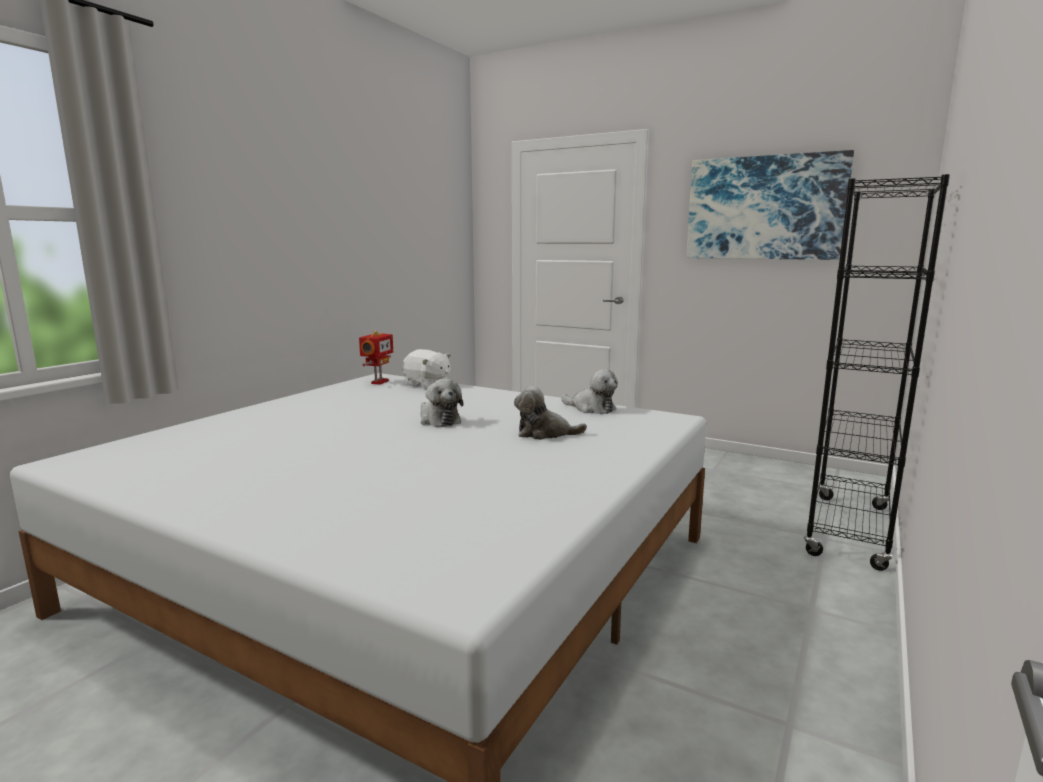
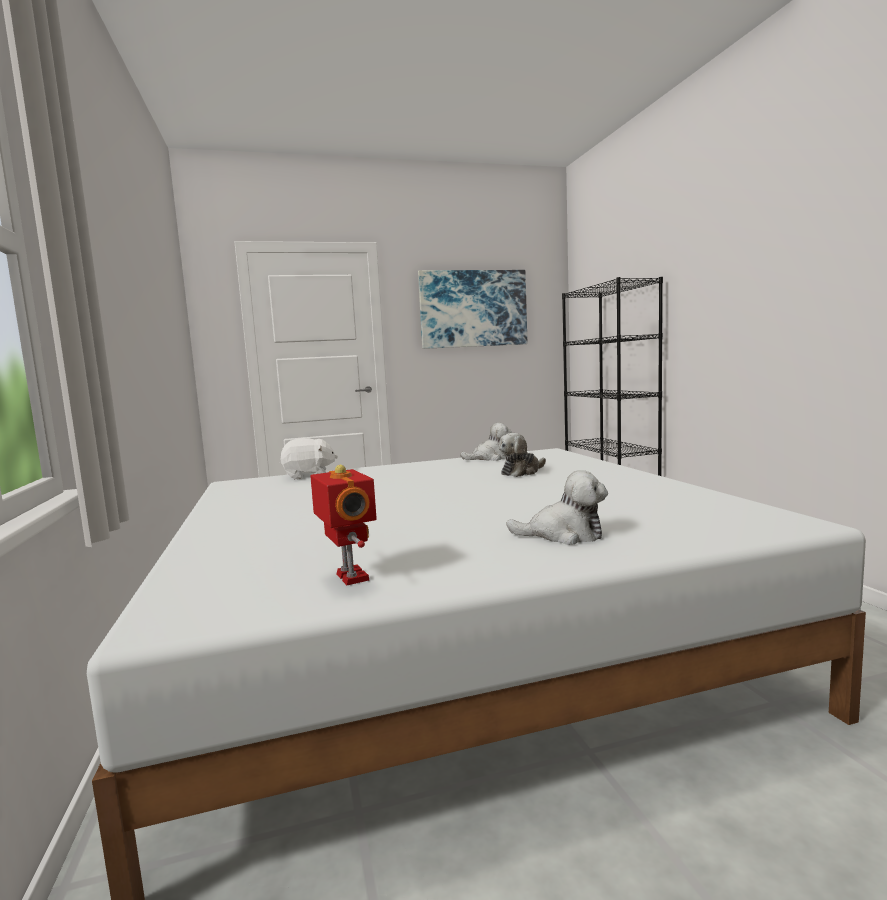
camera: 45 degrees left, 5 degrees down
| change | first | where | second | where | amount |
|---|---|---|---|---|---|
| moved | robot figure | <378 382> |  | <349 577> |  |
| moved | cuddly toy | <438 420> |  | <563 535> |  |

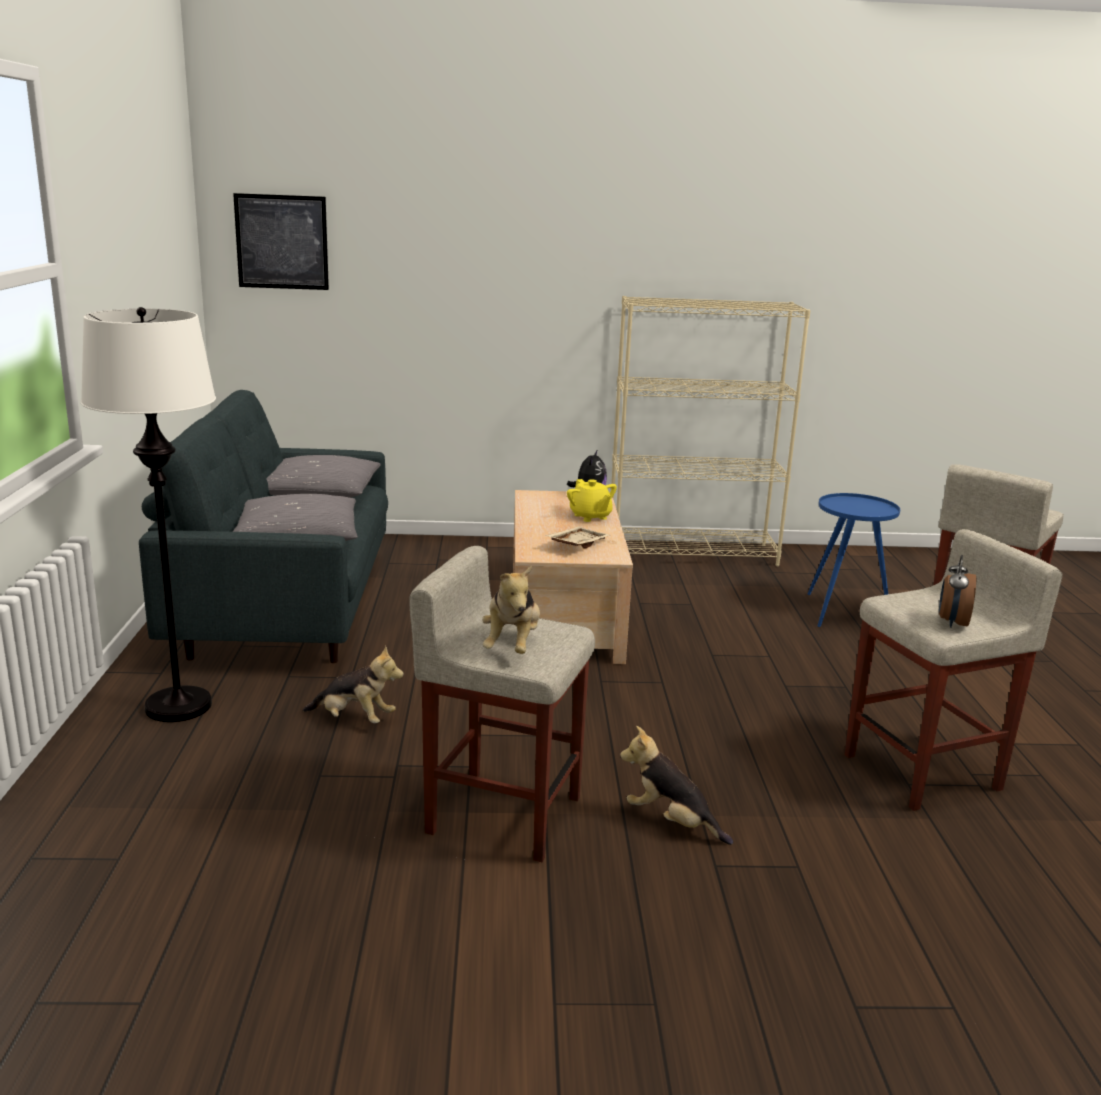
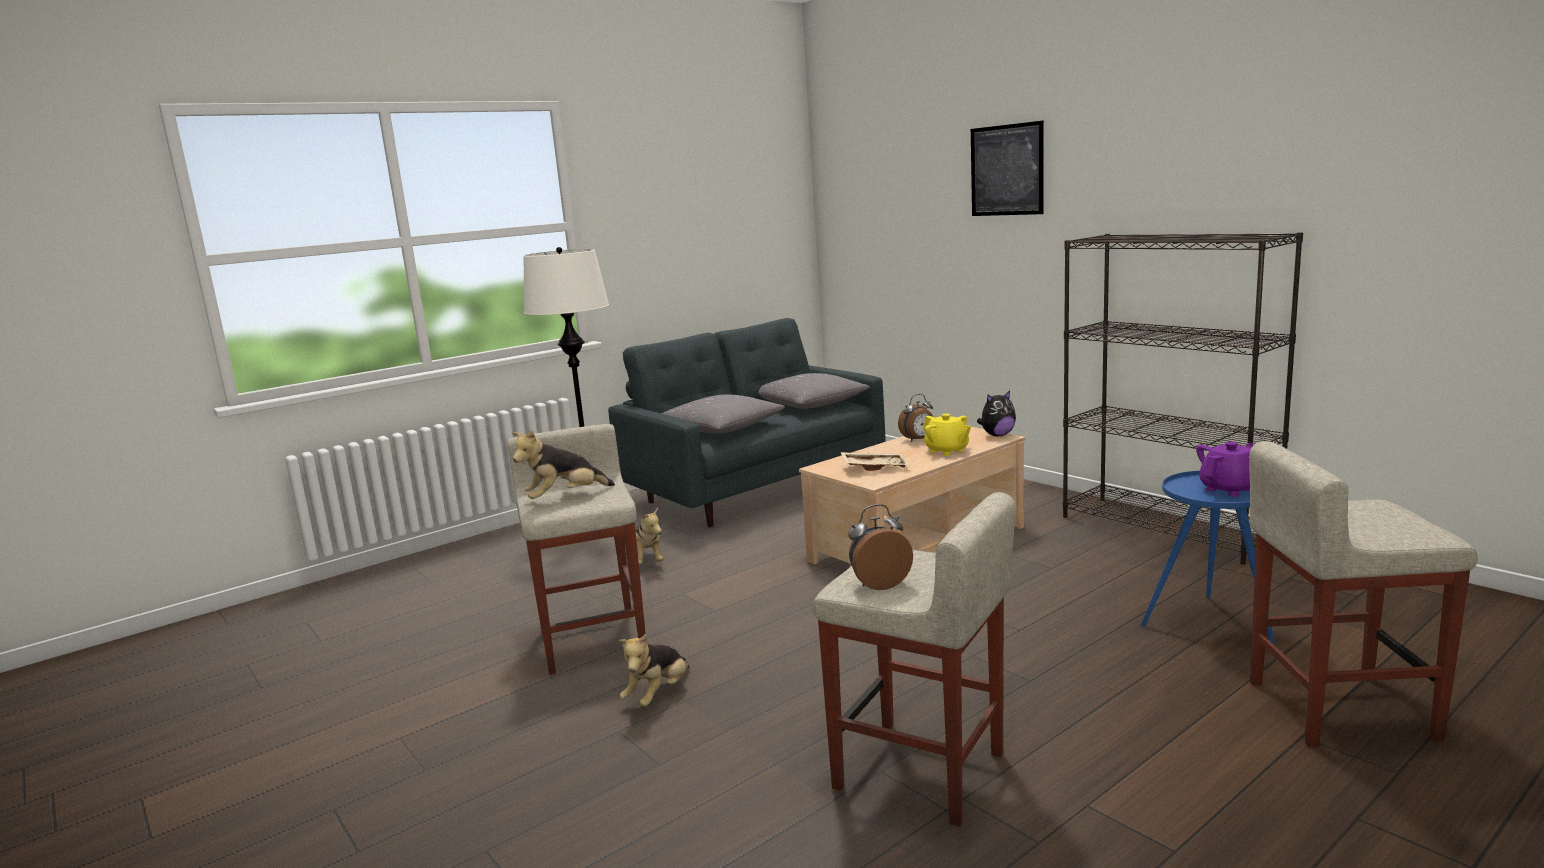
camera: 55 degrees right, 5 degrees down
| change | first | where | second | where | amount |
|---|---|---|---|---|---|
| added |  |  | alarm clock | <918 440> |  |
| added |  |  | teapot in purplish | <1229 489> |  |
| moved | picture | <282 242> |  | <1006 170> |  |
| recoloured | bookshelf in sand-coloured | <692 553> | bookshelf in blackish | <1167 528> |  |
| turned | teapot in yellowish | <590 517> |  | <946 451> | 60 degrees counterclockwise |
| turned | cuddly toy | <671 822> |  | <658 695> | 150 degrees counterclockwise |

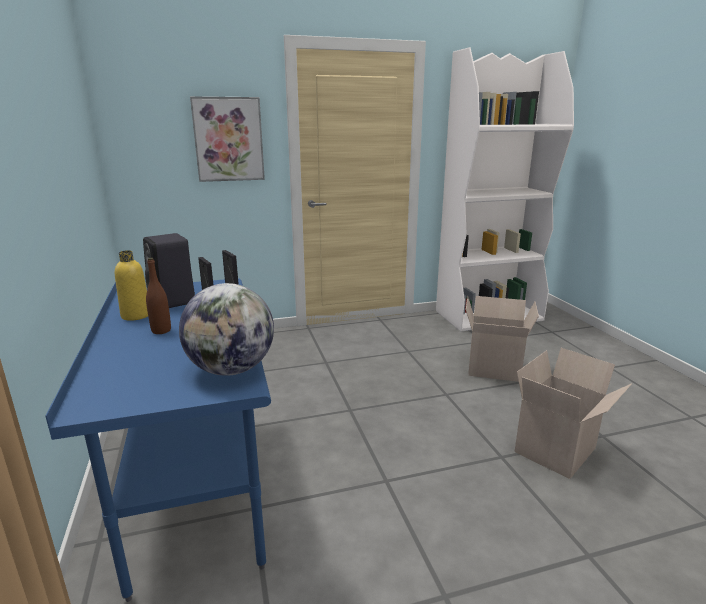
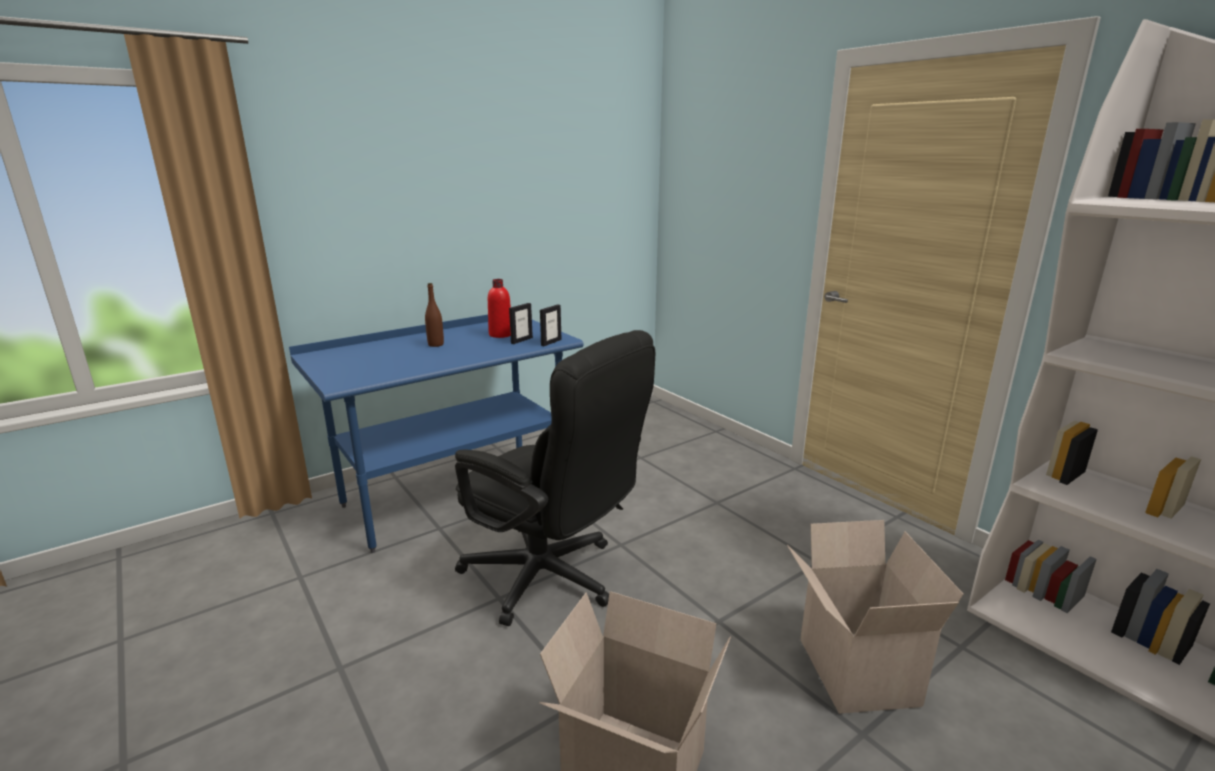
camera: 70 degrees right, 0 degrees up
| change | first | where | second | where | amount |
|---|---|---|---|---|---|
| removed | bottle in yellowish | <136 315> |  |  |  |
| removed | world globe | <231 369> |  |  |  |
| removed | picture | <228 139> |  |  |  |
| added |  |  | desk chair in blackish | <552 580> |  |
| replaced | speaker in blackish | <173 301> | bottle in red-coloured | <501 334> |  |

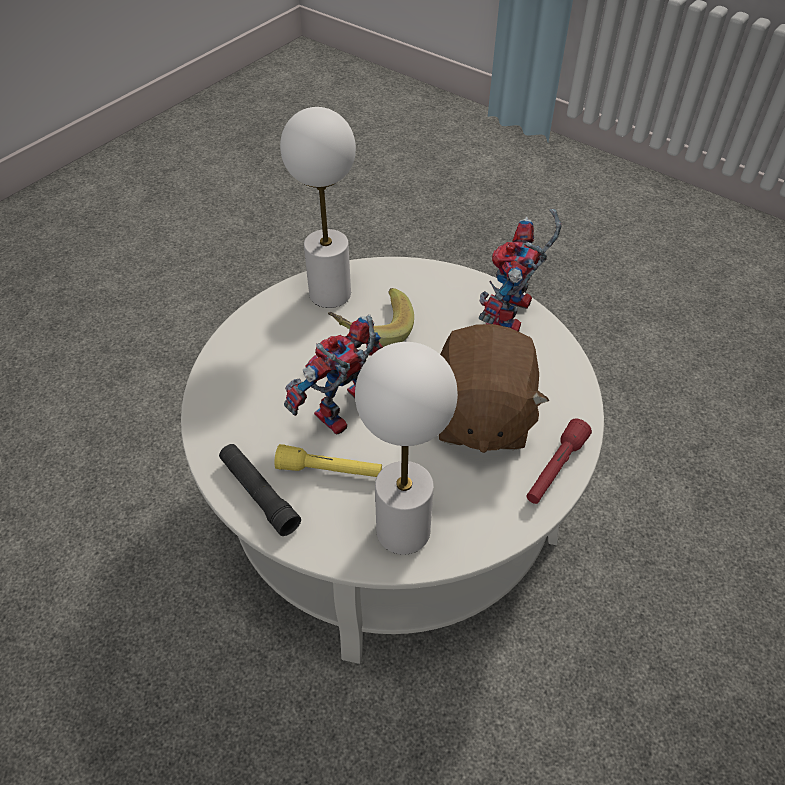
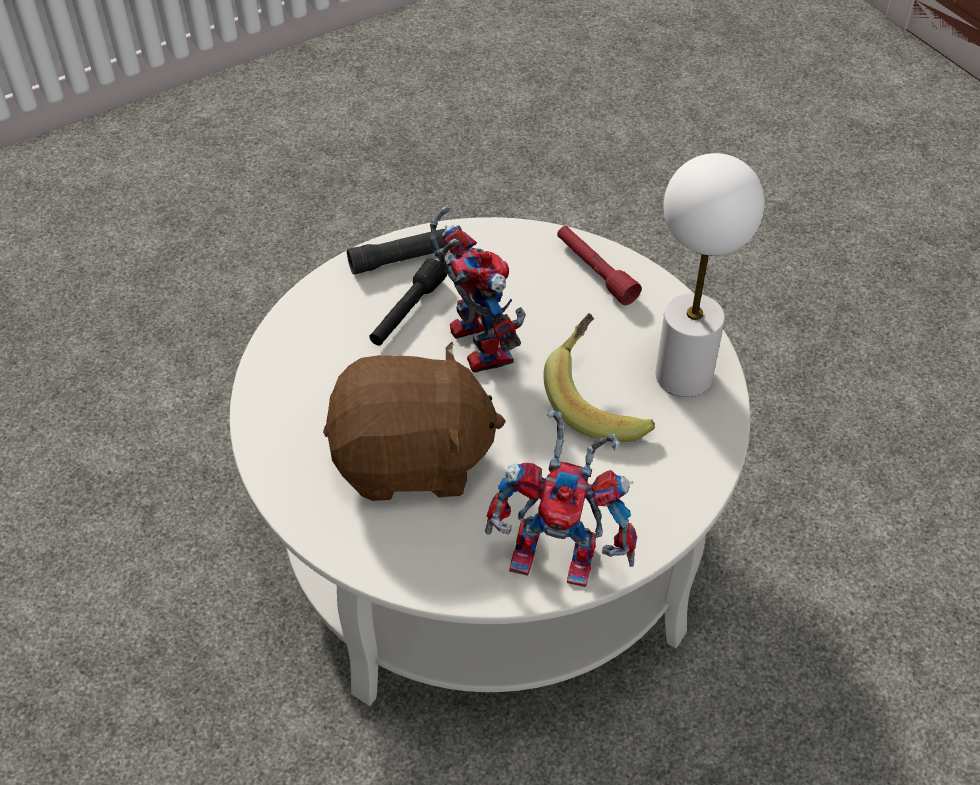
camera: 110 degrees right, 0 degrees up
| change | first | where | second | where | amount |
|---|---|---|---|---|---|
| removed | tabletop lamp in white-coloured | <404 530> |  |  |  |
| moved | hand torch in red-coloured | <555 469> |  | <595 271> |  |
| recoloured | hand torch in yellowish | <329 470> | hand torch in blackish | <407 312> |  |
| turned | cuddly toy in brown-coloured | <481 416> |  | <412 460> | 150 degrees clockwise |
| turned | robot figure | <511 318> |  | <562 555> | 150 degrees clockwise |

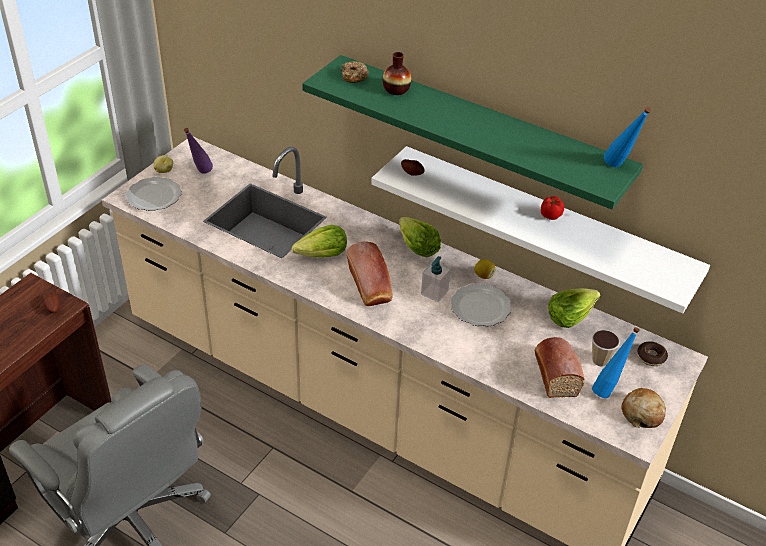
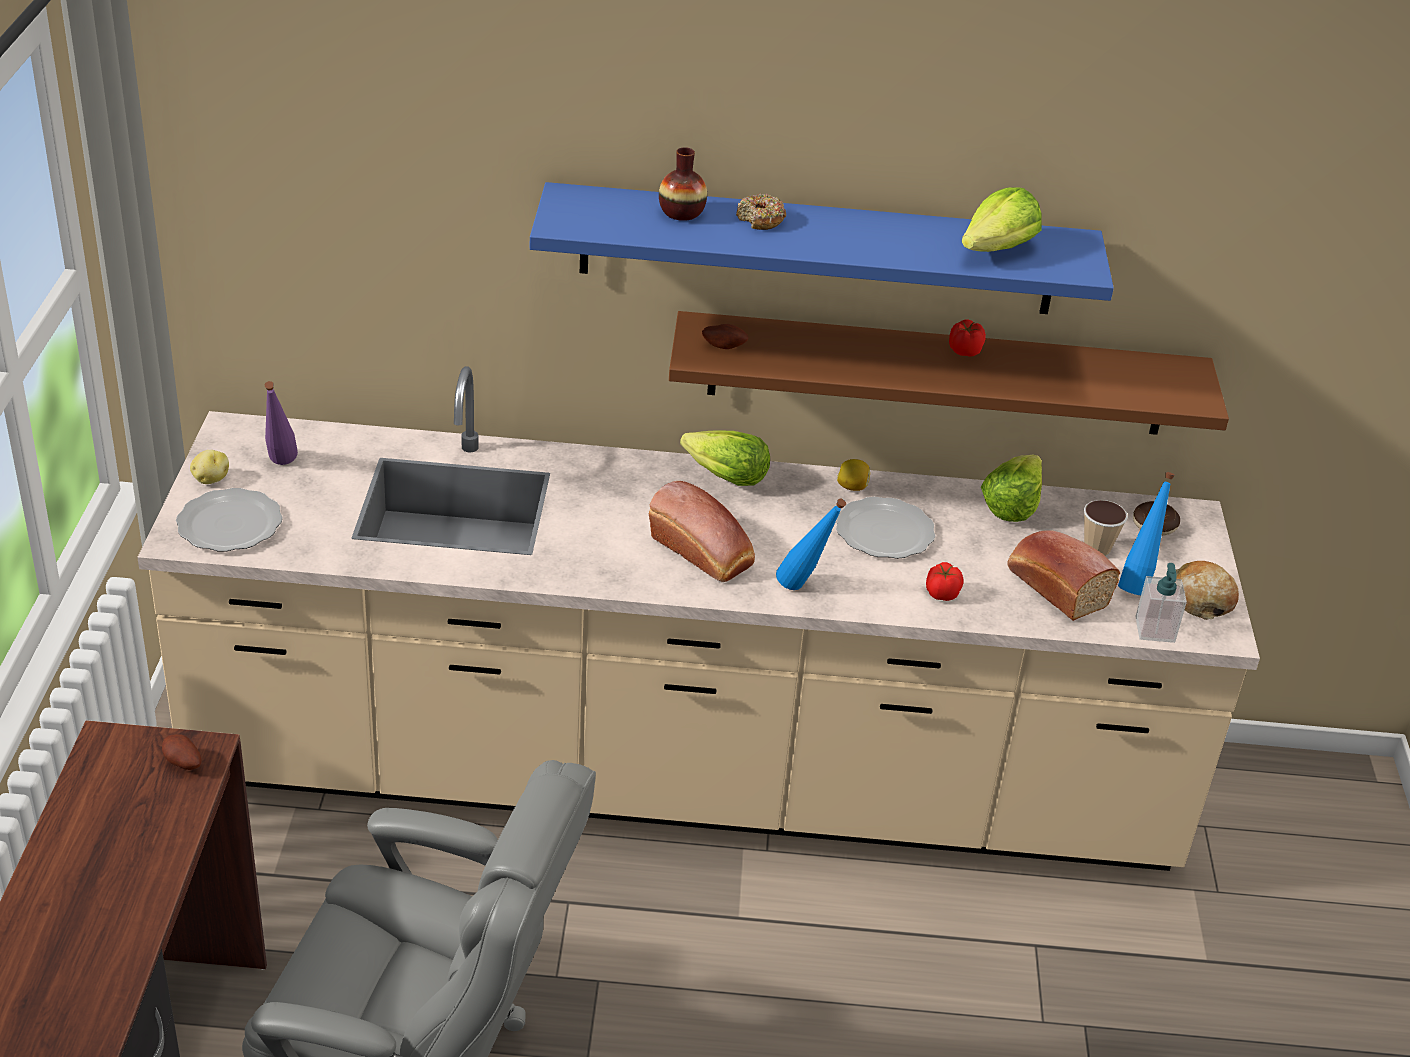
camera: 30 degrees left, 5 degrees down
| change | first | where | second | where | amount |
|---|---|---|---|---|---|
| added |  |  | fresh tomato | <941 594> |  |
| moved | head of lettuce | <322 255> |  | <997 249> |  |
| moved | ring doughnut | <354 76> |  | <760 219> |  |
| moved | liquid soap bottle | <434 293> |  | <1155 630> |  |
| moved | bottle in blue-coloured | <619 168> |  | <804 589> |  |
| recoloured | shelf in green-coloured | <479 131> | shelf in blue-coloured | <818 249> |  |
| recoloured | shelf in white-coloured | <544 224> | shelf in brown-coloured | <938 374> |  |

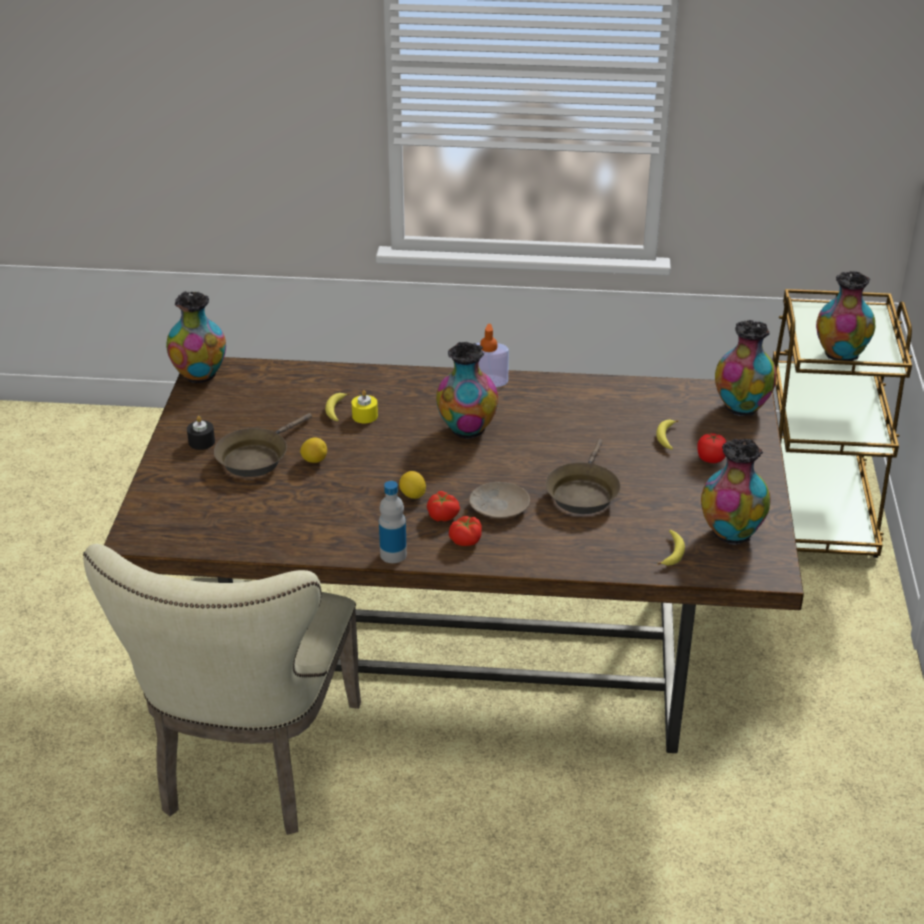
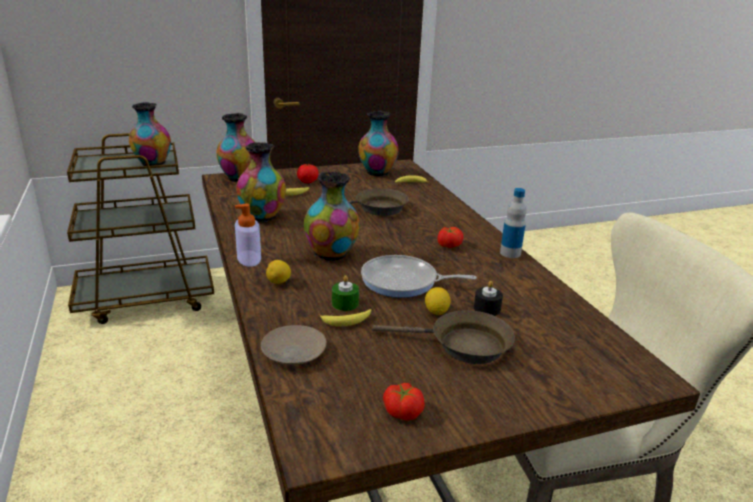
camera: 115 degrees left, 10 degrees down
| change | first | where | second | where | amount |
|---|---|---|---|---|---|
| added |  |  | pan | <403 282> |  |
| moved | flower vase | <200 375> |  | <263 217> |  |
| moved | wax light in blackish | <201 442> |  | <487 309> |  |
| moved | lemon | <412 495> |  | <279 282> |  |
| moved | fresh tomato | <466 540> |  | <403 411> |  |
| moved | flat dish in sand-coloured | <498 506> |  | <294 352> |  |
| recoloured | wax light in yellowish | <365 416> | wax light in green-coloured | <345 303> |  |

